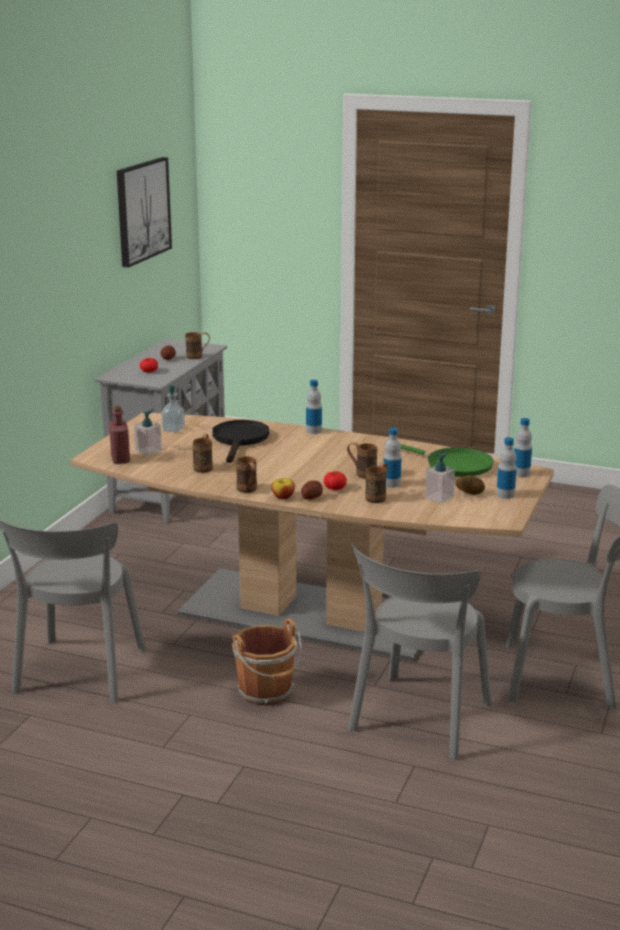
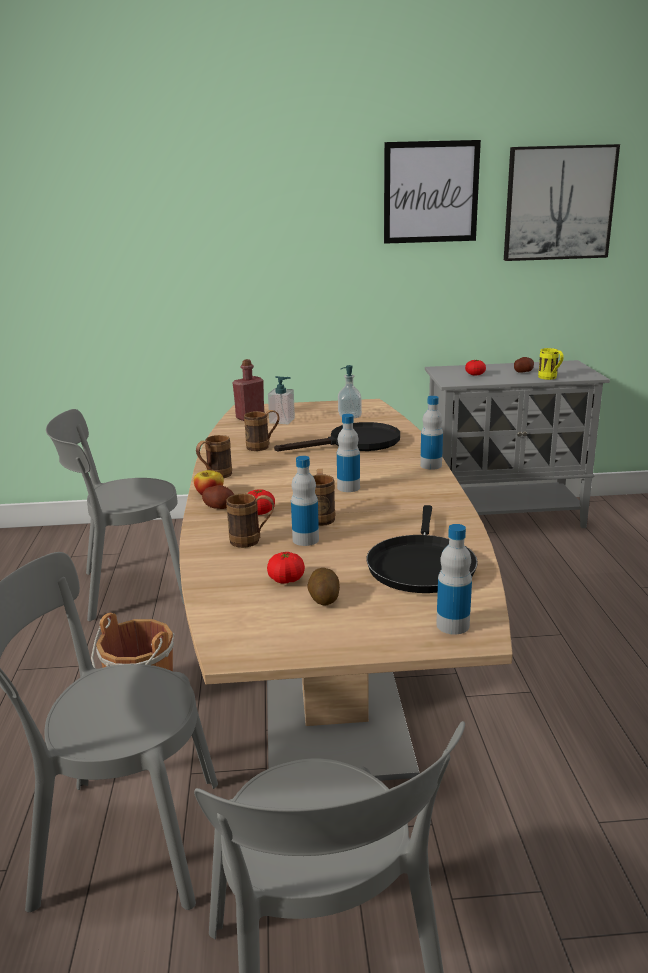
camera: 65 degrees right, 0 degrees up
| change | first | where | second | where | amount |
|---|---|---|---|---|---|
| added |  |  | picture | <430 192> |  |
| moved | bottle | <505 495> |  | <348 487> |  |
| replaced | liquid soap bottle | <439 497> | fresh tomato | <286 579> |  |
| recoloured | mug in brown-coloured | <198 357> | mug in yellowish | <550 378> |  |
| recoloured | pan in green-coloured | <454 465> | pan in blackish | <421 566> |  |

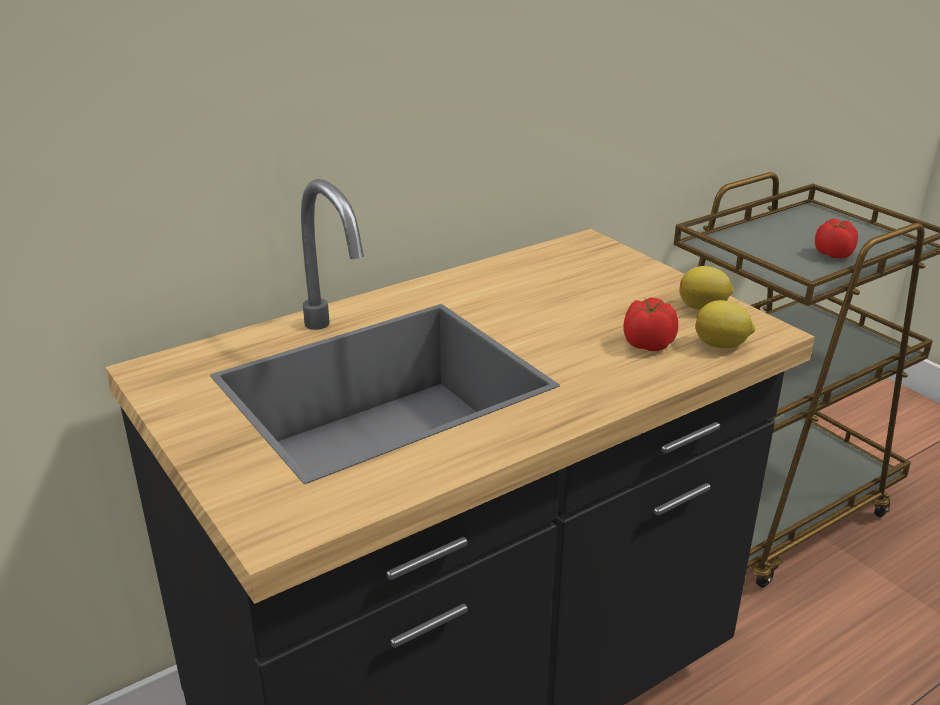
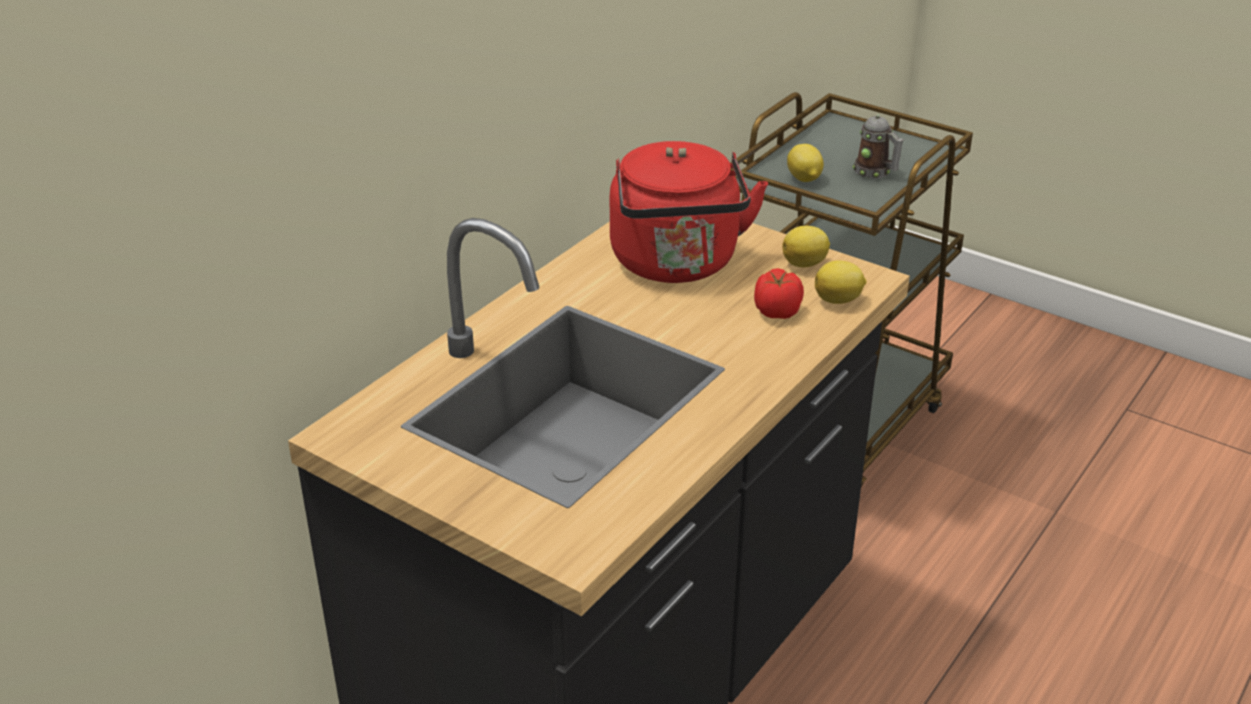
camera: 20 degrees left, 5 degrees up
| change | first | where | second | where | amount |
|---|---|---|---|---|---|
| added |  |  | water kettle in red-coloured | <677 265> |  |
| added |  |  | lemon | <804 179> |  |
| replaced | fresh tomato | <834 254> | mug | <876 173> |  |

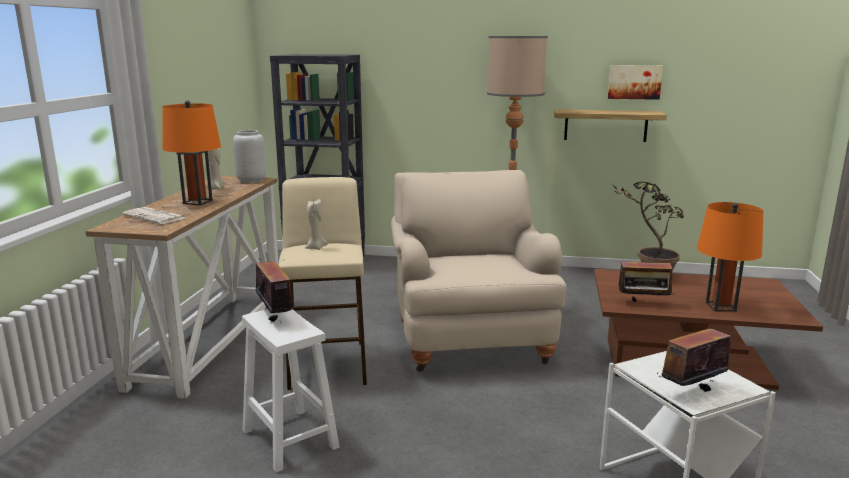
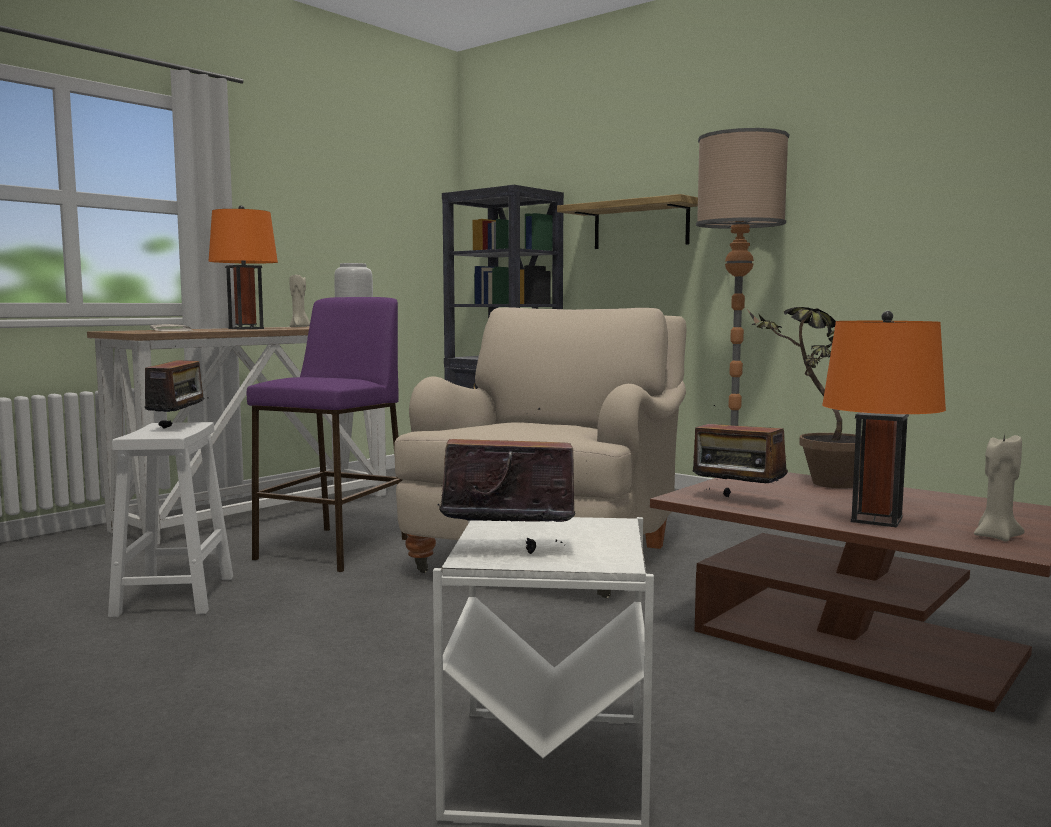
camera: 30 degrees right, 10 degrees down
| change | first | where | second | where | amount |
|---|---|---|---|---|---|
| removed | picture | <634 82> |  |  |  |
| moved | wax light in sand-coloured | <315 247> |  | <996 537> |  |
| moved | shelf | <605 125> |  | <640 225> |  |
| recoloured | stool in sand-coloured | <327 364> | stool in purplish | <334 548> |  |

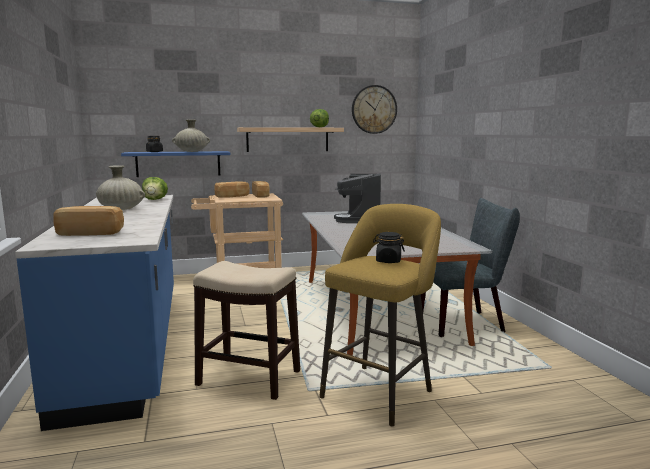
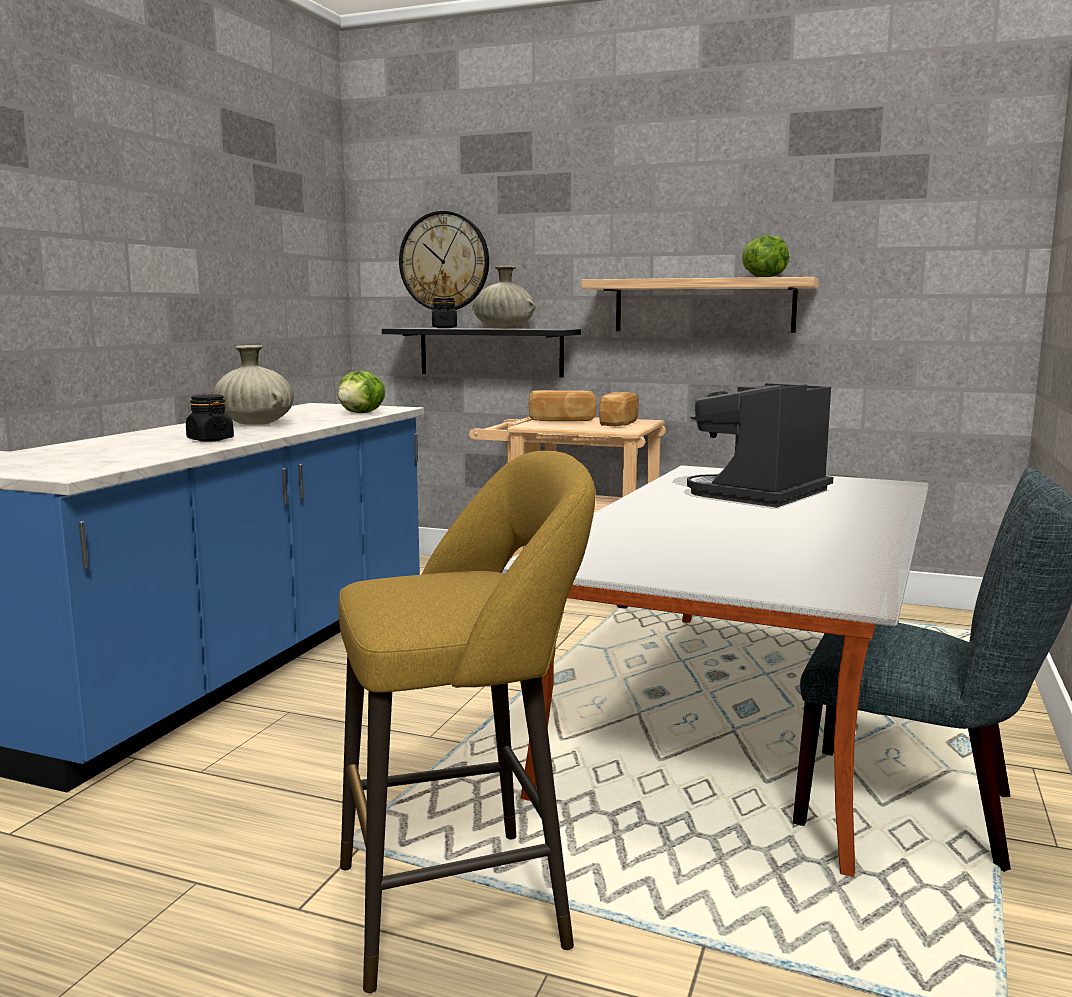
camera: 35 degrees right, 0 degrees up
| change | first | where | second | where | amount |
|---|---|---|---|---|---|
| removed | bakery bread | <91 233> |  |  |  |
| removed | stool | <250 378> |  |  |  |
| moved | hanging clock | <374 109> |  | <444 261> |  |
| moved | preserve jar in blackish | <388 261> |  | <210 440> |  |
| recoloured | shelf in blue-coloured | <178 164> | shelf in blackish | <491 352> |  |

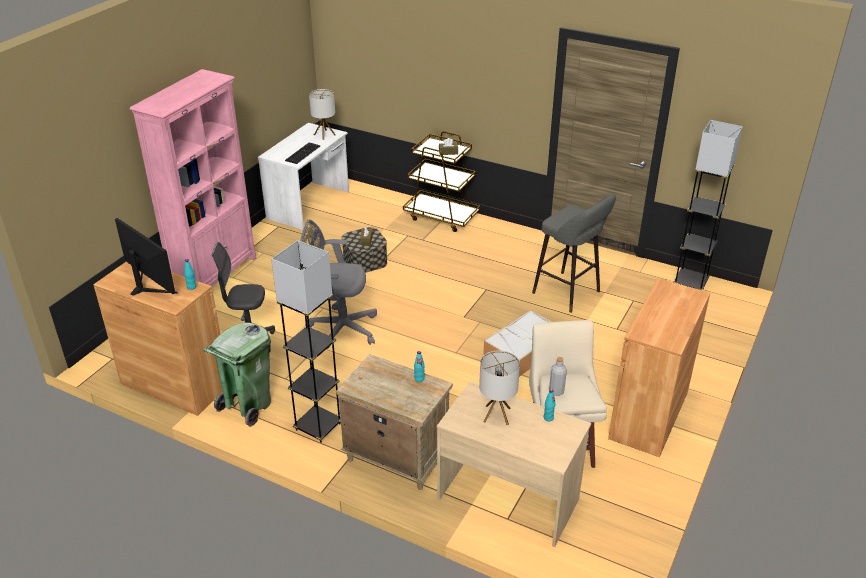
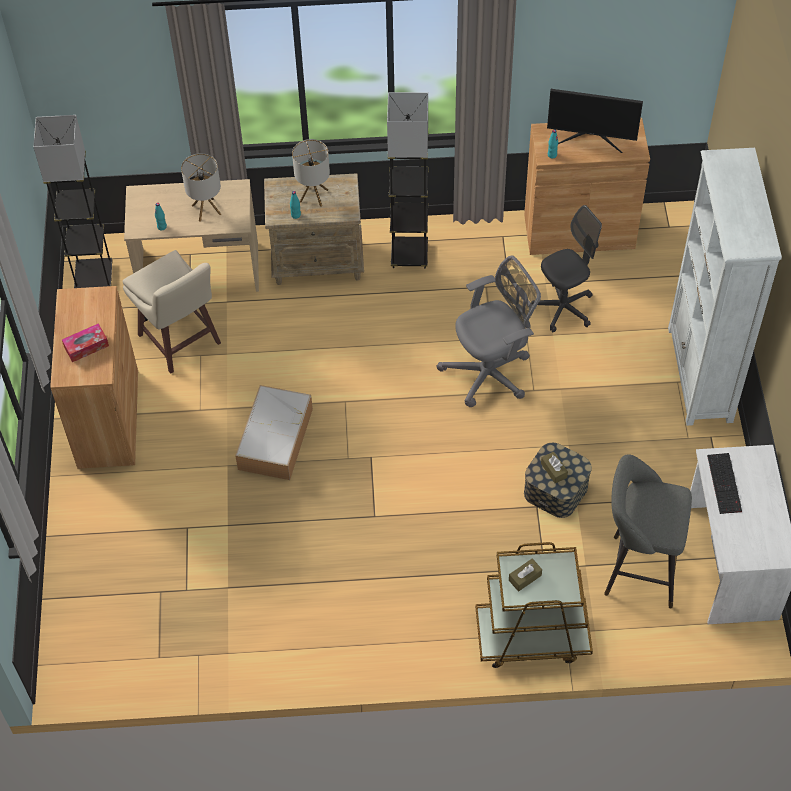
camera: 150 degrees right, 20 degrees up
| change | first | where | second | where | amount |
|---|---|---|---|---|---|
| removed | waste bin in green-coloured | <247 406> |  |  |  |
| removed | bottle in gray | <556 391> |  |  |  |
| added |  |  | box of tissues | <86 346> |  |
| moved | tabletop lamp | <324 135> |  | <313 196> |  |
| moved | stool in gray | <569 293> |  | <637 570> |  |
| moved | standard lamp in gray | <690 283> |  | <94 277> |  |
| recoloured | bookshelf in pink-coloured | <216 275> | bookshelf in white-coloured | <700 375> |  |

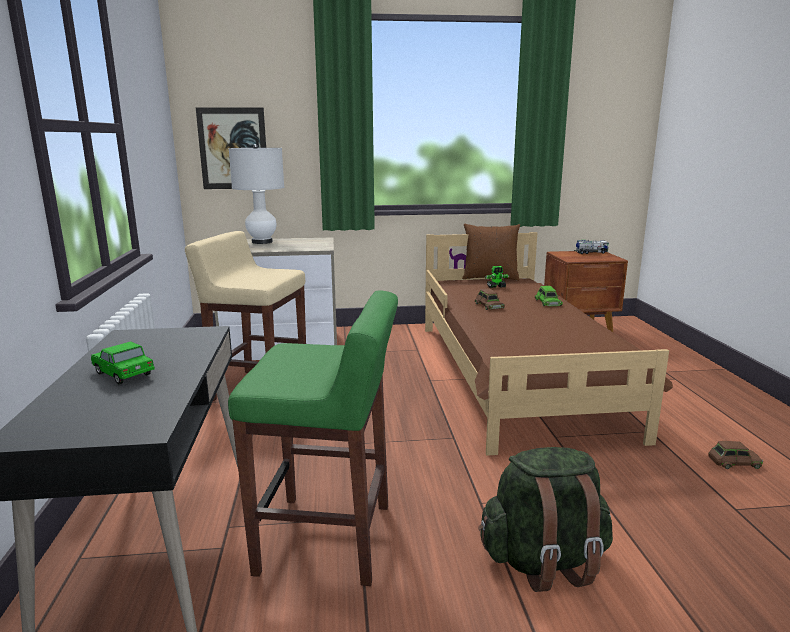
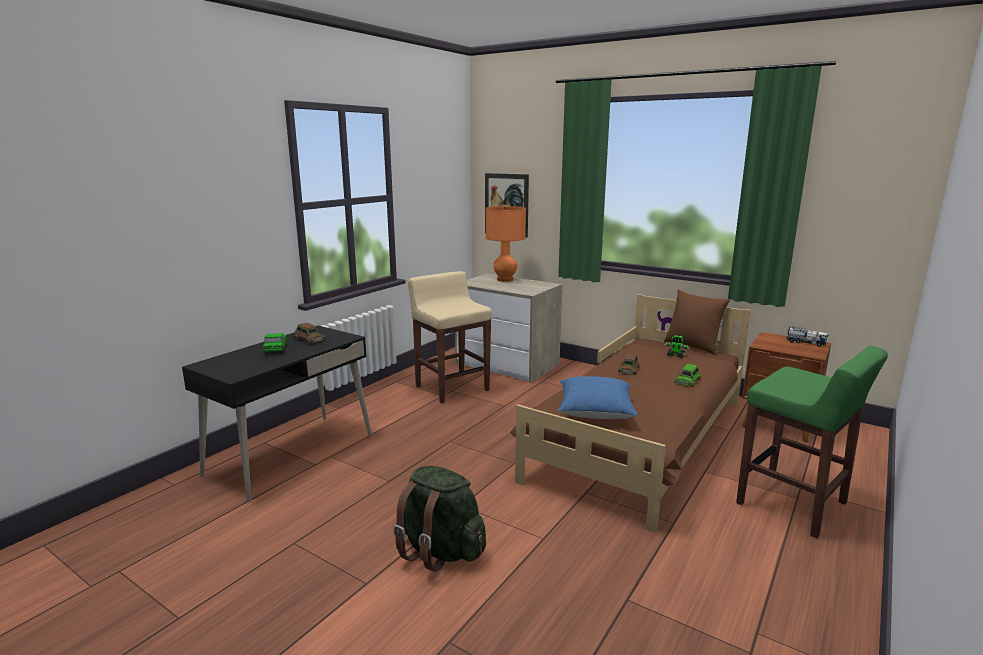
camera: 40 degrees right, 0 degrees up
| change | first | where | second | where | amount |
|---|---|---|---|---|---|
| added |  |  | pillow in blue-coloured | <595 412> |  |
| moved | stool in green-coloured | <328 539> |  | <793 504> |  |
| moved | miniature car in brown-coloured | <733 462> |  | <309 339> |  |
| recoloured | tabletop lamp in white-coloured | <262 242> | tabletop lamp in orange | <505 280> |  |

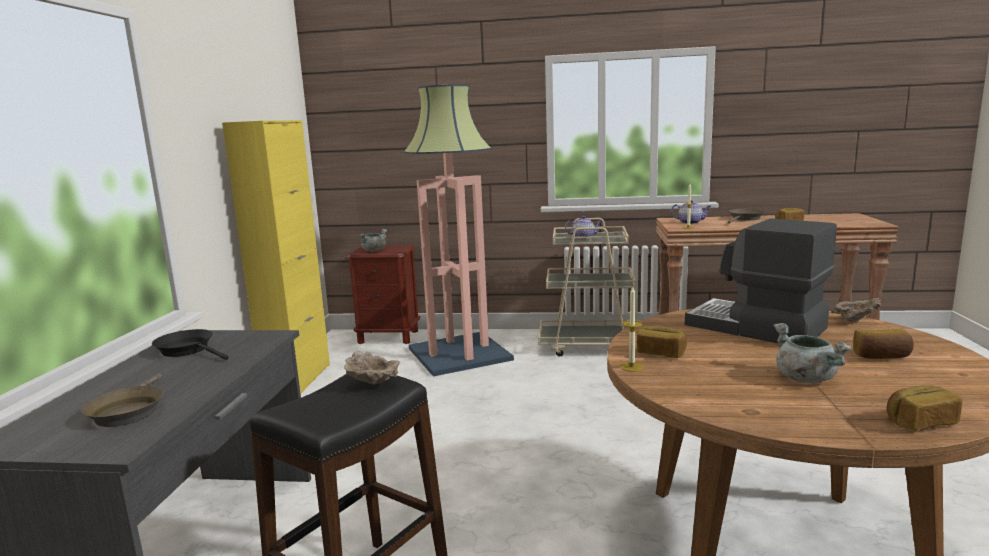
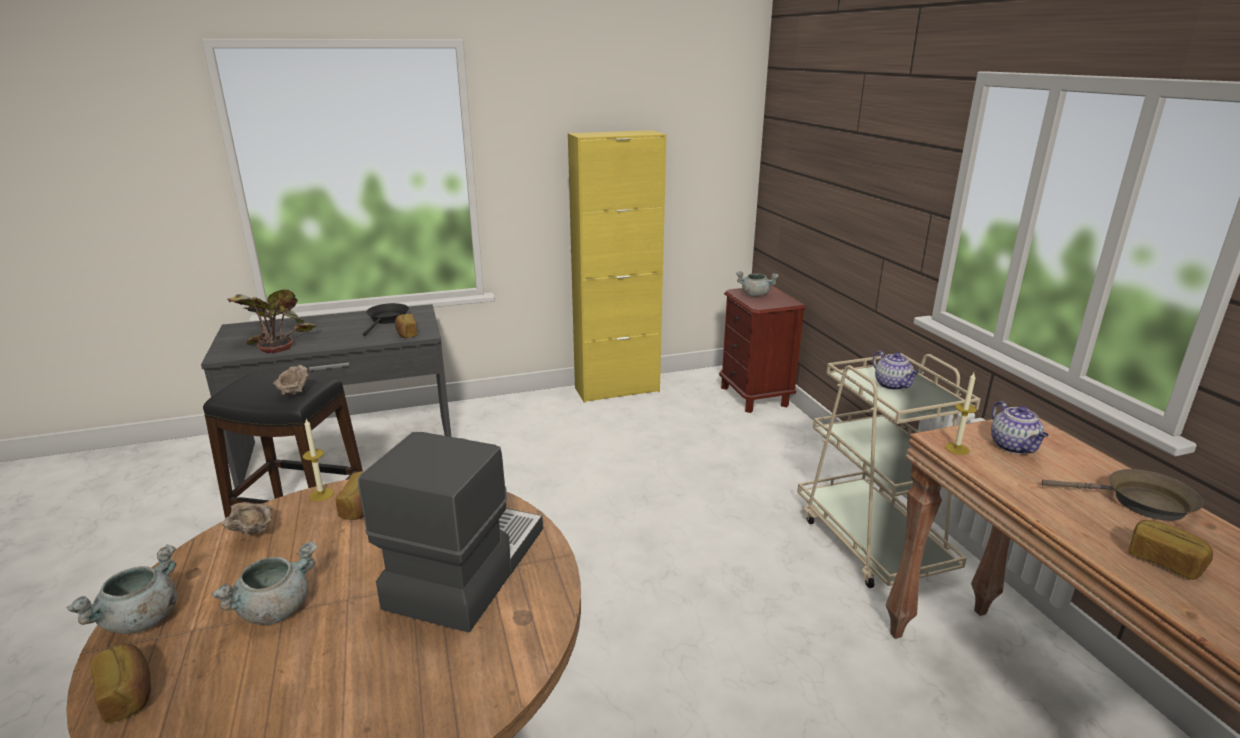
camera: 65 degrees right, 10 degrees up
| change | first | where | second | where | amount |
|---|---|---|---|---|---|
| removed | standard lamp | <460 354> |  |  |  |
| added |  |  | stockpot in gray | <141 620> |  |
| moved | bowl in sand-coloured | <854 321> |  | <252 533> |  |
| moved | bakery bread | <881 356> |  | <406 333> |  |
| replaced | pan in brown-coloured | <128 411> | plant in a pot | <276 340> |  |

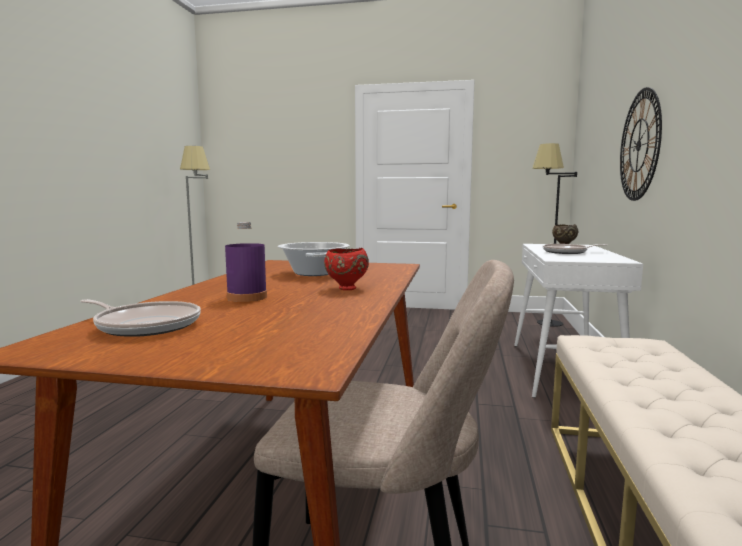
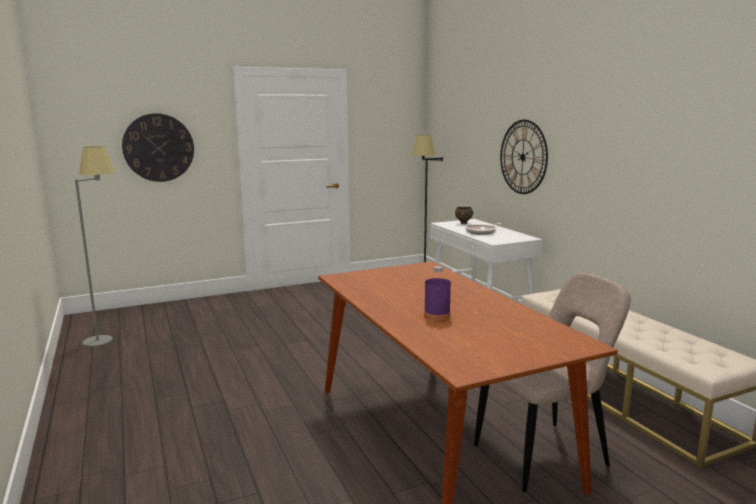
camera: 35 degrees left, 5 degrees up
| change | first | where | second | where | amount |
|---|---|---|---|---|---|
| removed | pan | <145 325> |  |  |  |
| removed | stockpot | <315 273> |  |  |  |
| removed | bowl in red-coloured | <346 288> |  |  |  |
| added |  |  | hanging clock | <158 147> |  |

